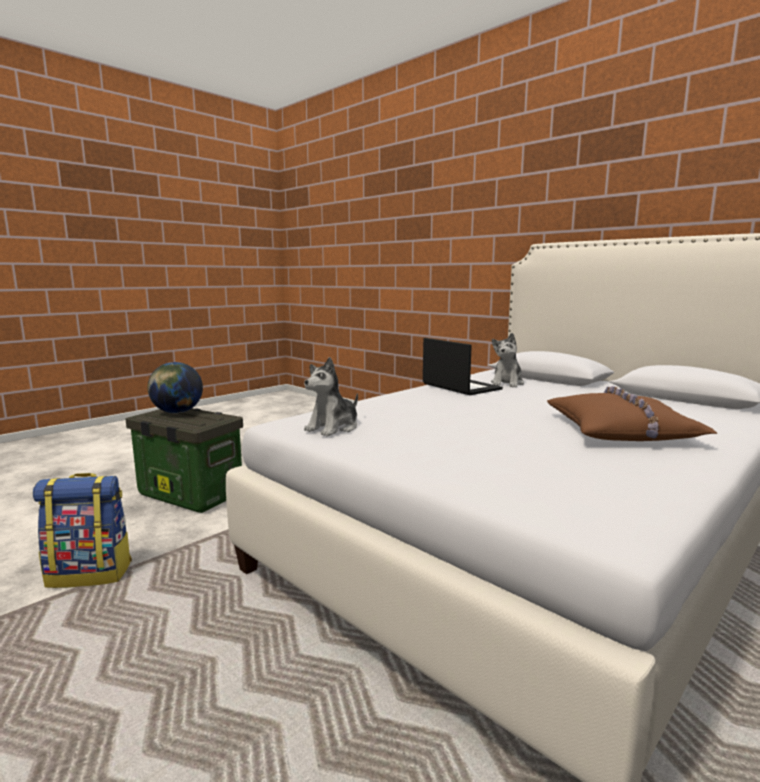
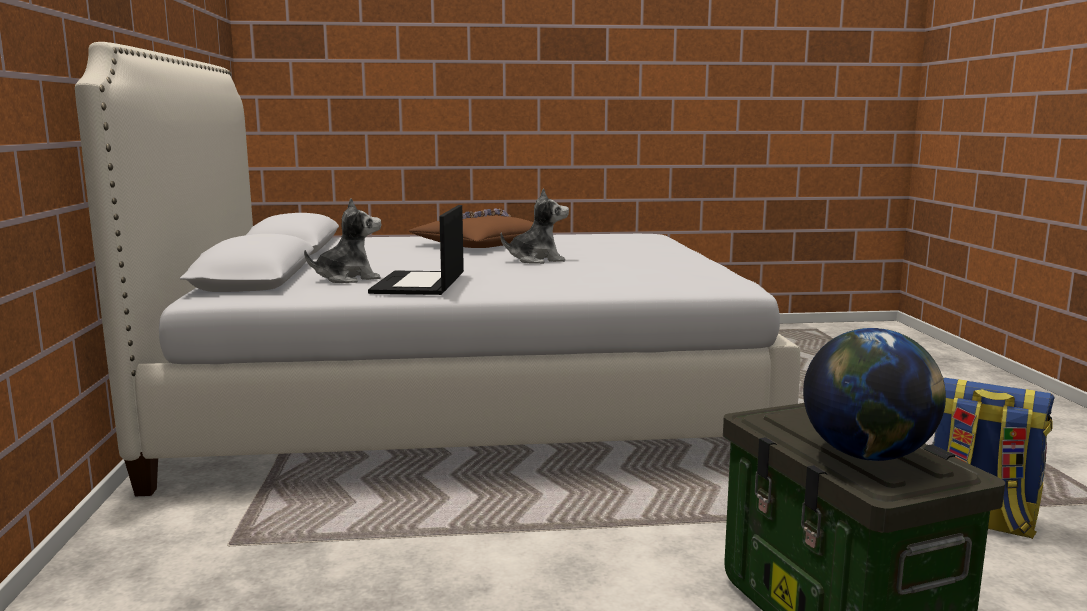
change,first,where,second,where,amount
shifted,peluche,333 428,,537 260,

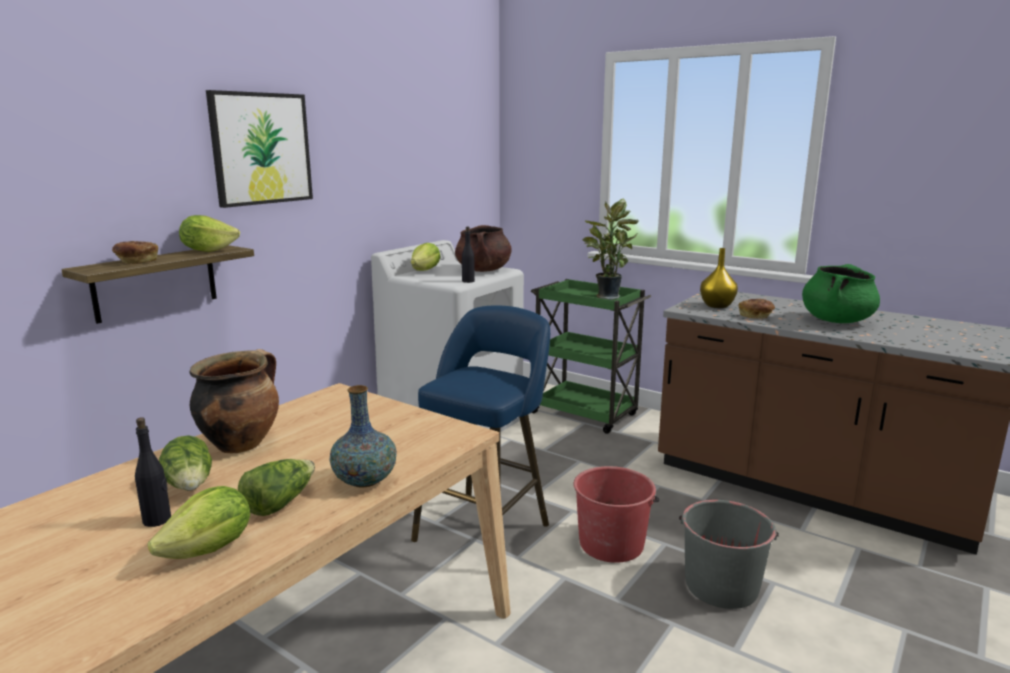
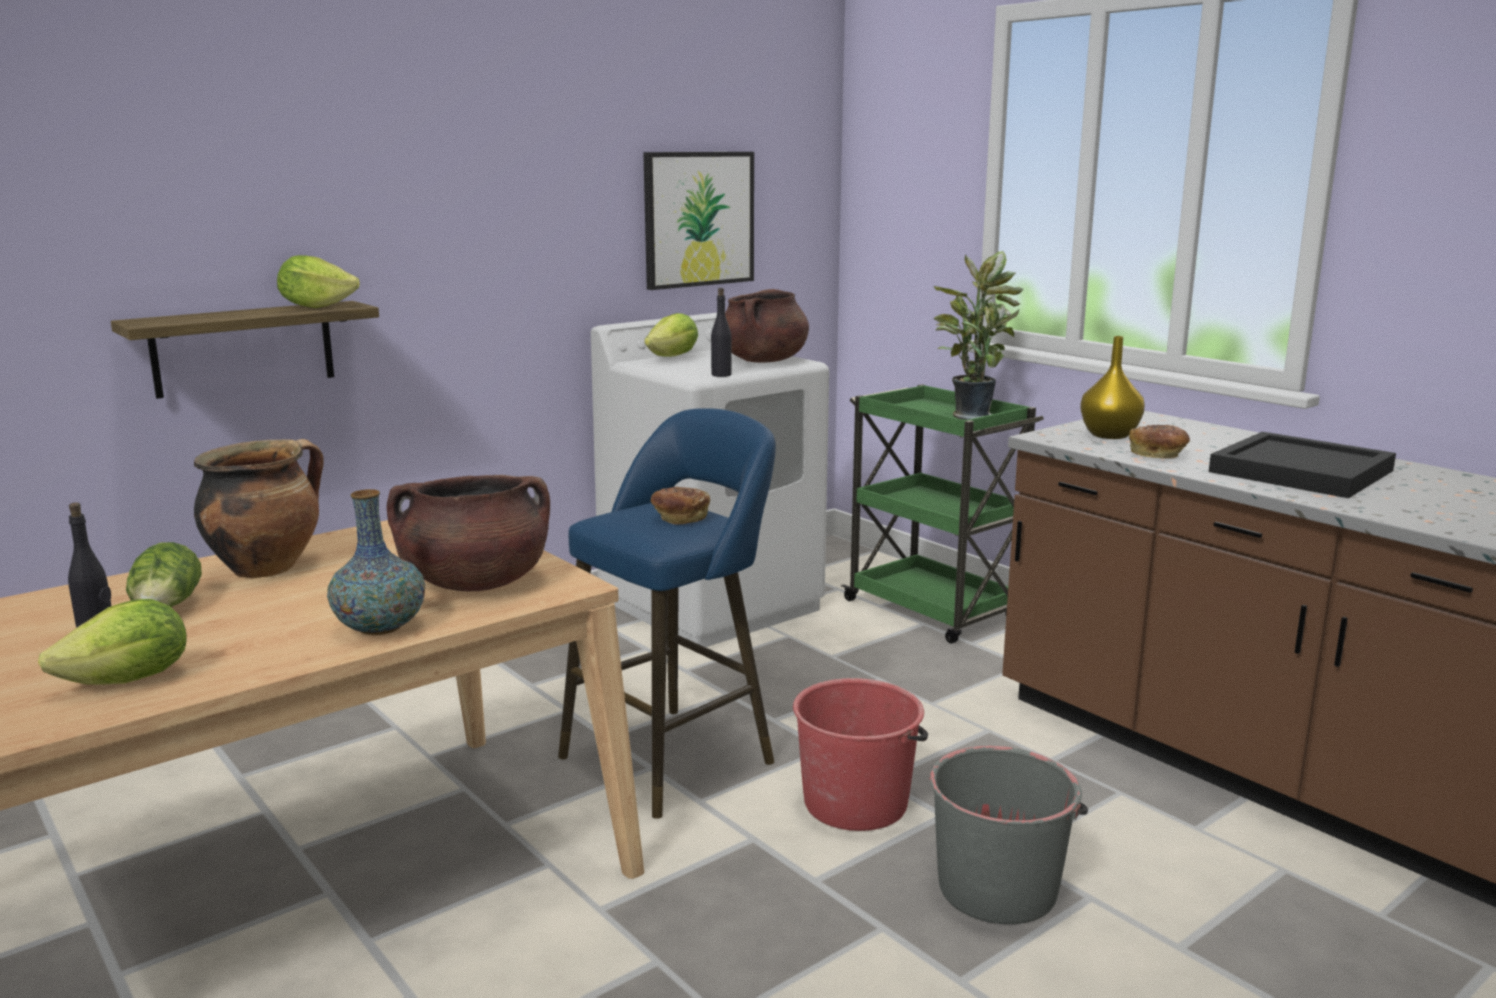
change,first,where,second,where,amount
shifted,pain,136 261,,679 518,
shifted,tableau,261 148,,698 219,
gone,laitue,279 503,,,
swapped,marmite/vert,836 320,plateau/noir,1300 471,
new,,,marmite/marron,475 583,

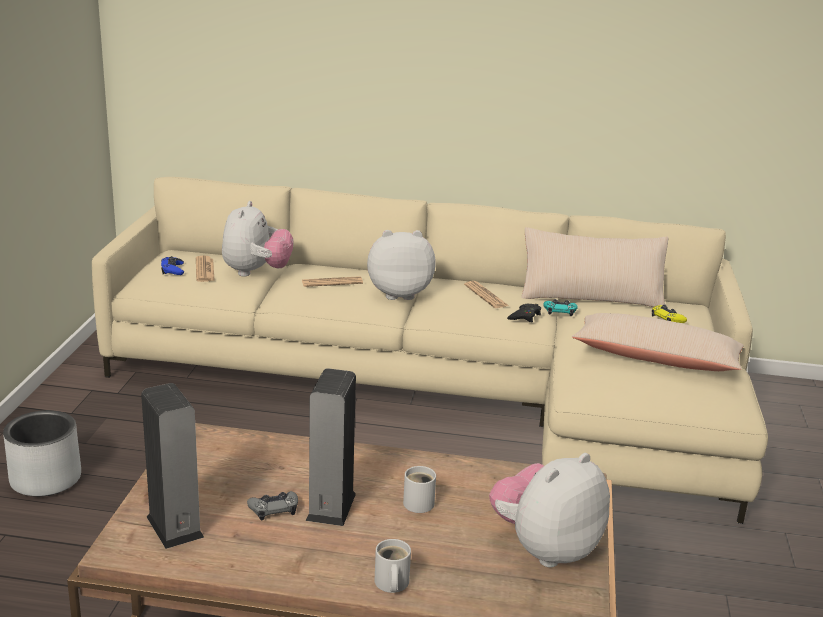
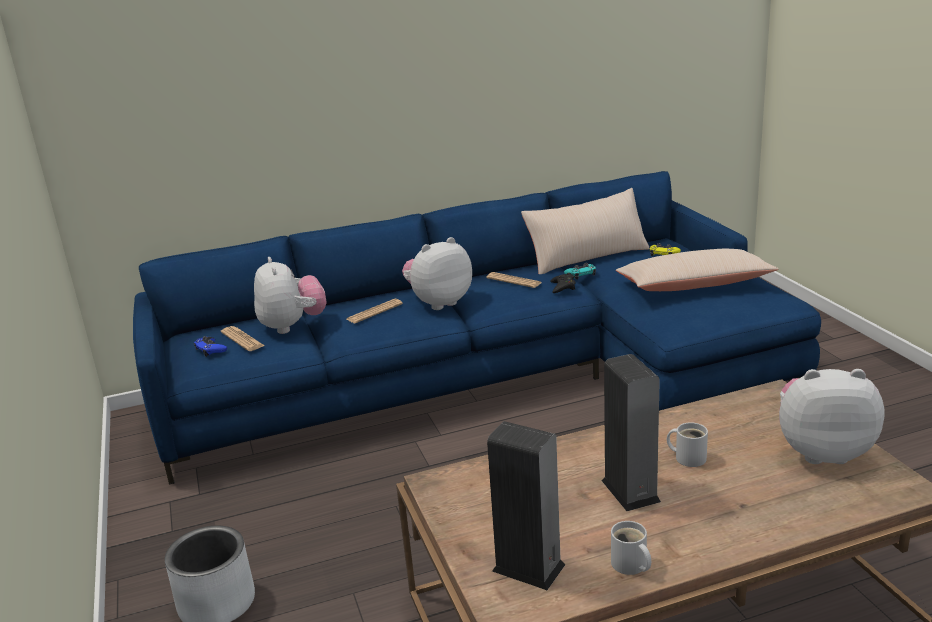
change,first,where,second,where,amount
repainted,canapé/beige,446 391,canapé/bleu,493 379,
gone,manette/gris,274 509,,,
shifted,mug/blanc,390 584,,630 566,
rotated,peluche,545 549,,822 451,75 degrees clockwise

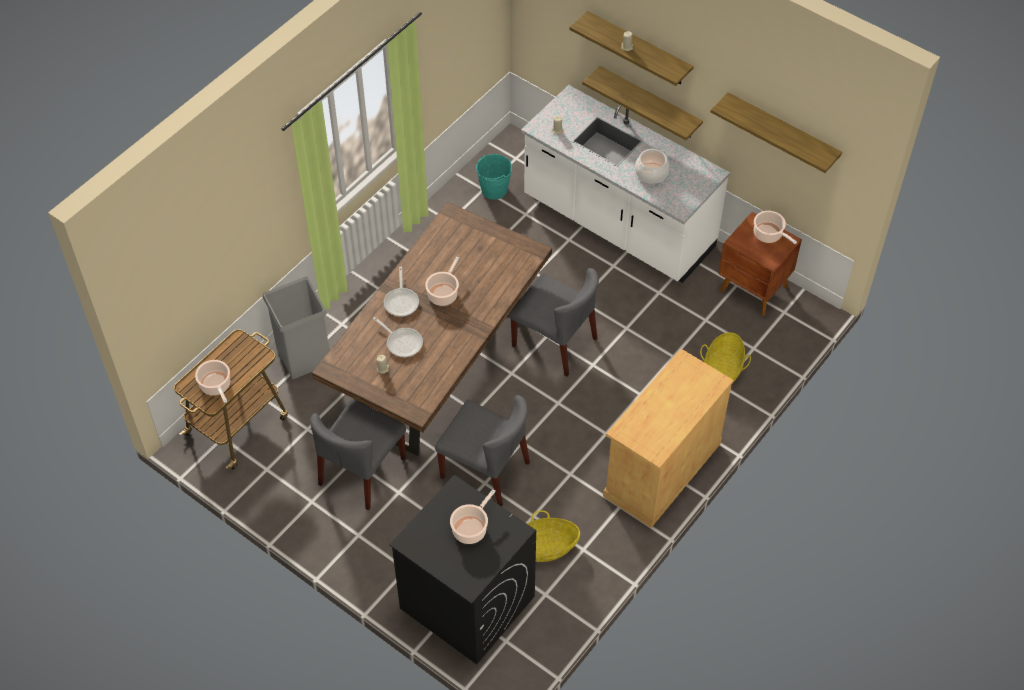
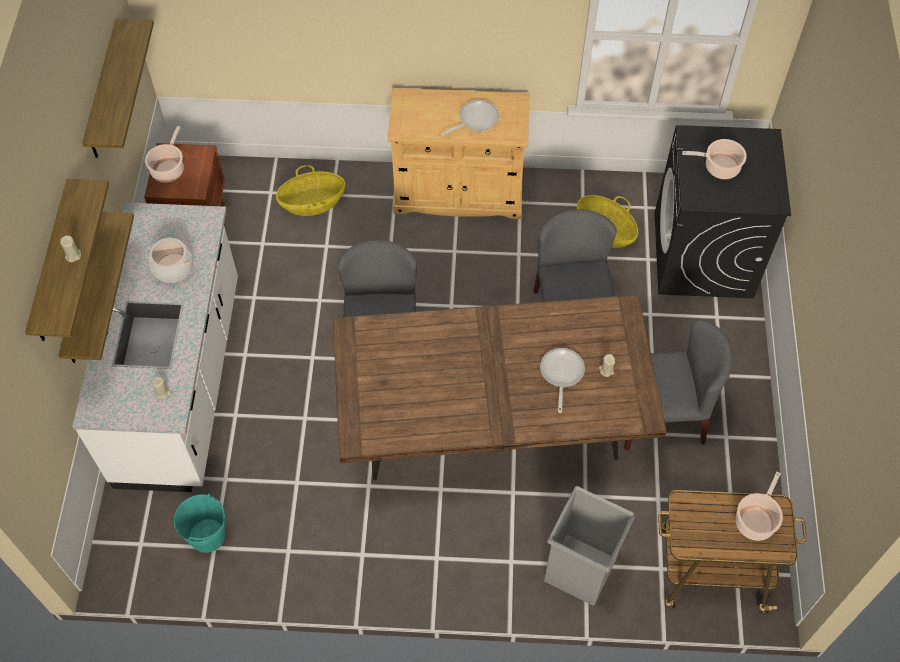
change,first,where,second,where,amount
shifted,poêle,402 301,,475 120,
gone,marmite,443 293,,,

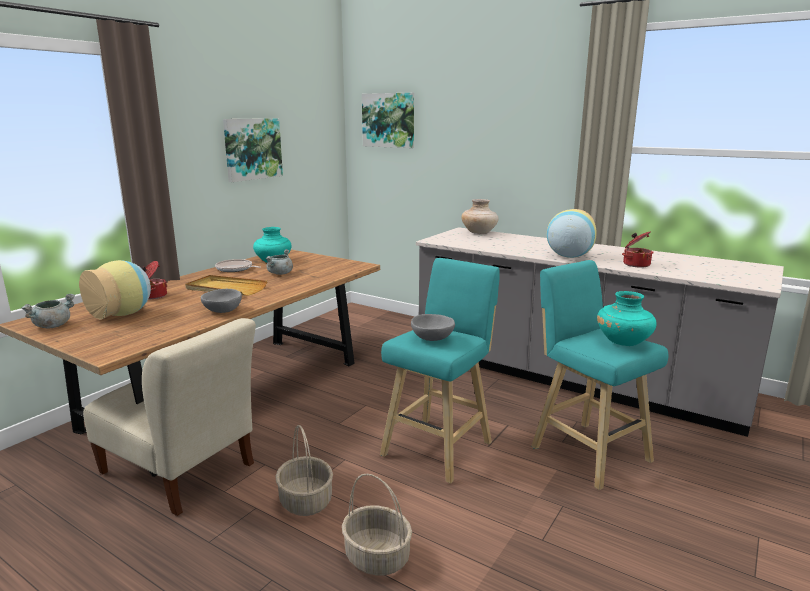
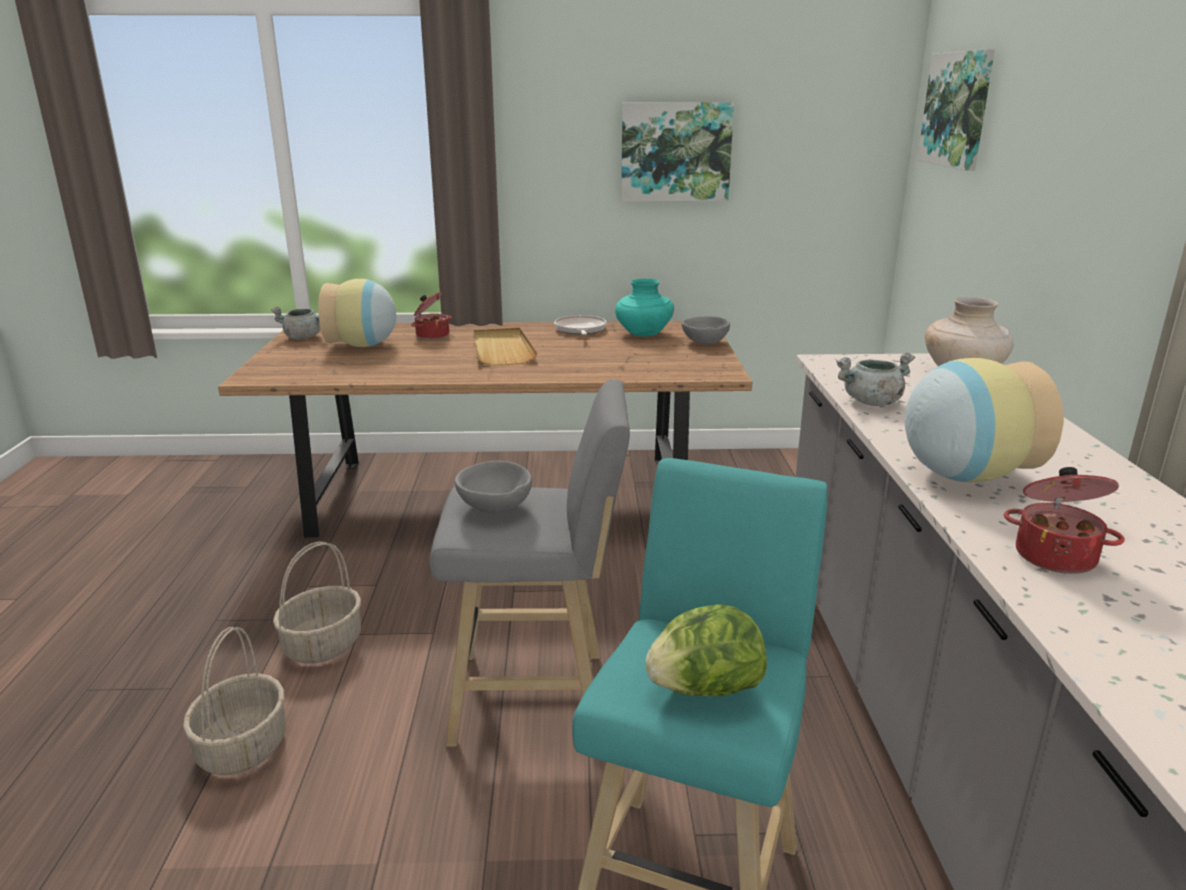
change,first,where,second,where,amount
gone,chaise/beige,181 471,,,
shifted,bol/gris,222 311,,704 342,
shifted,marmite/gris,280 273,,871 402,
repainted,tabouret/turquoise,440 446,tabouret/gris,538 698,
swapped,vase/turquoise,624 342,laitue,704 689,

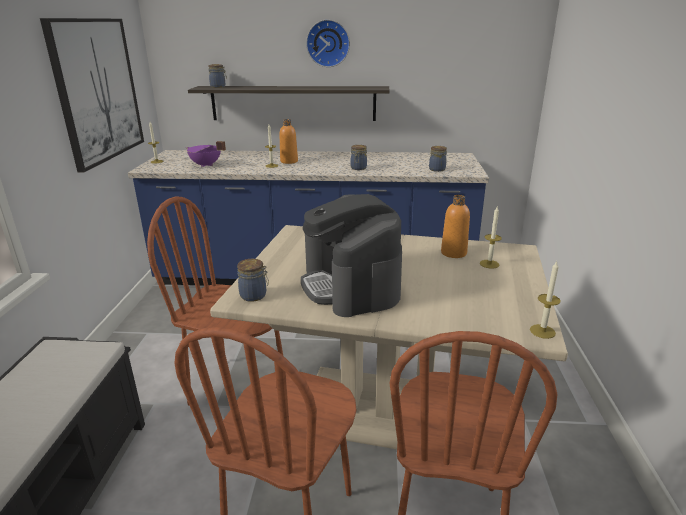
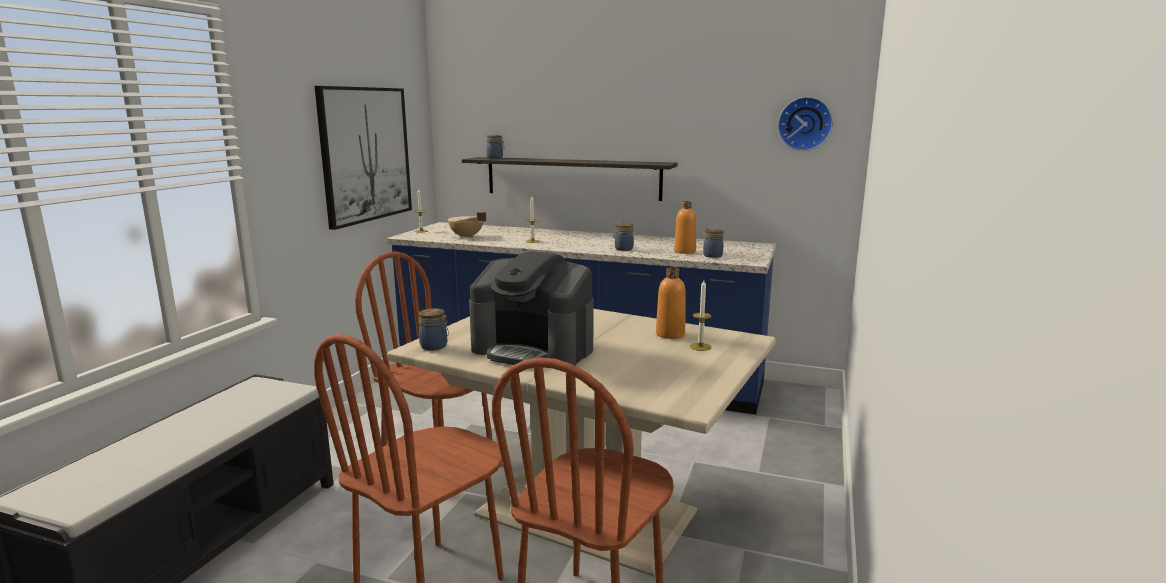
change,first,where,second,where,amount
repainted,marmite/violet,205 165,marmite/beige,466 237,
shifted,bouteille/orange,289 161,,685 251,
rotated,machine à café,351 286,,534 349,60 degrees counterclockwise
shifted,horloge murale,328 43,,805 124,
gone,bougie,542 331,,,

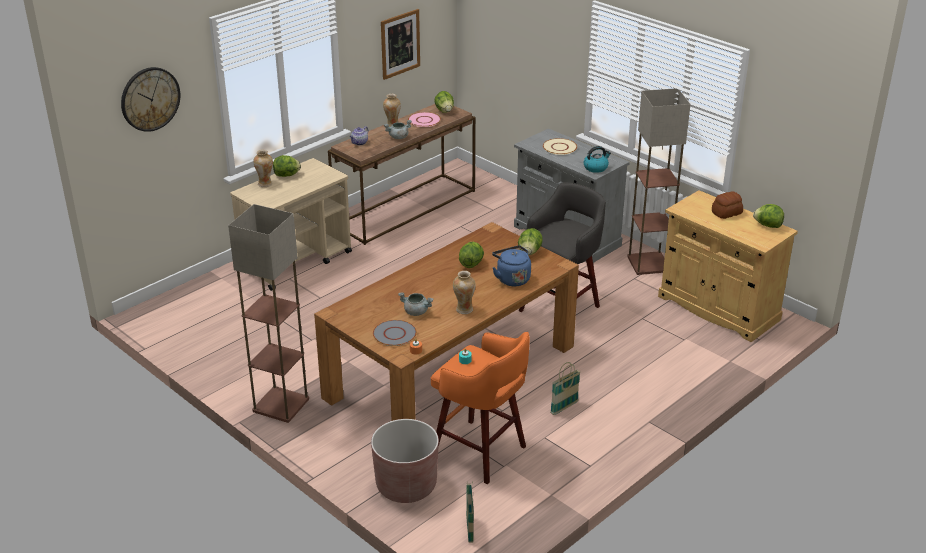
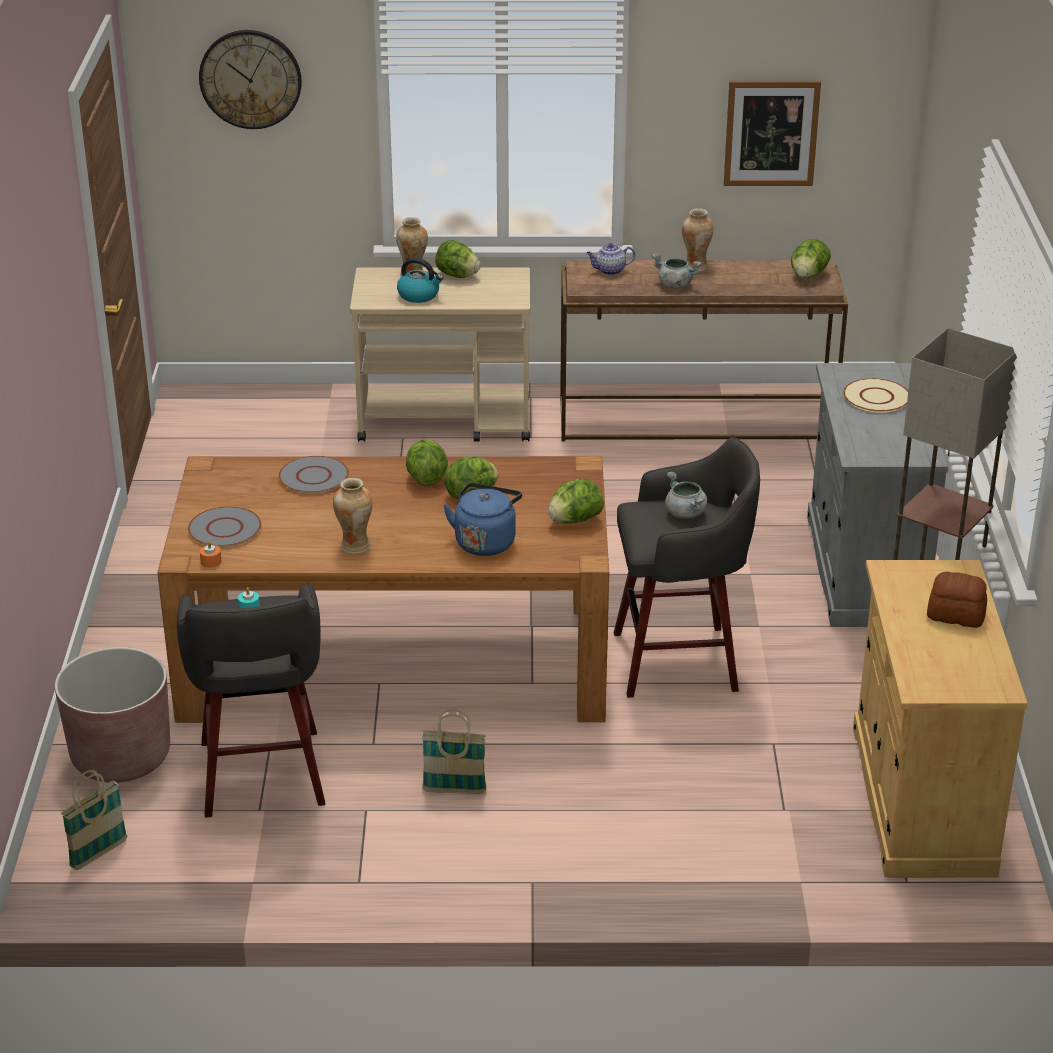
change,first,where,second,where,amount
gone,lampadaire,280 405,,,
shifted,marmite/gris,416 312,,686 513,
gone,assiette/rose,424 120,,,
repainted,tabouret/orange,481 453,tabouret/gris,262 777,
shifted,bouilloire,596 167,,419 295,
shifted,laitue,767 225,,426 478,
new,,,assiette/gris,314 476,

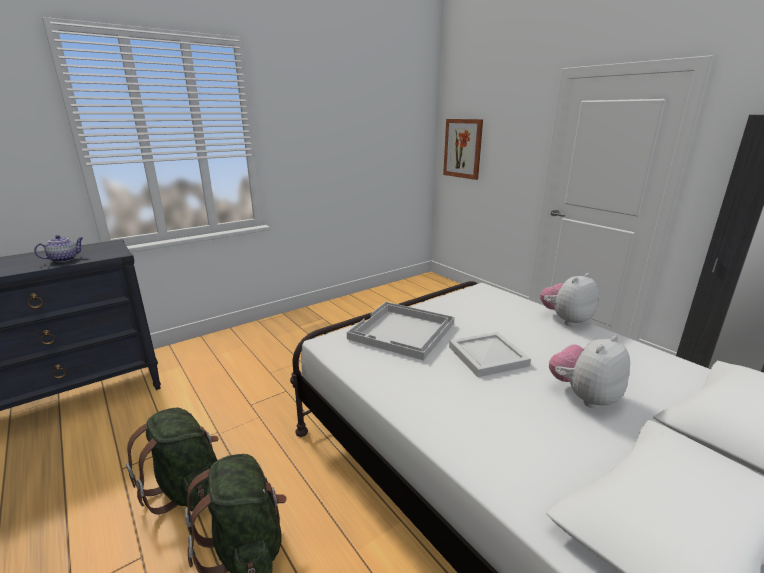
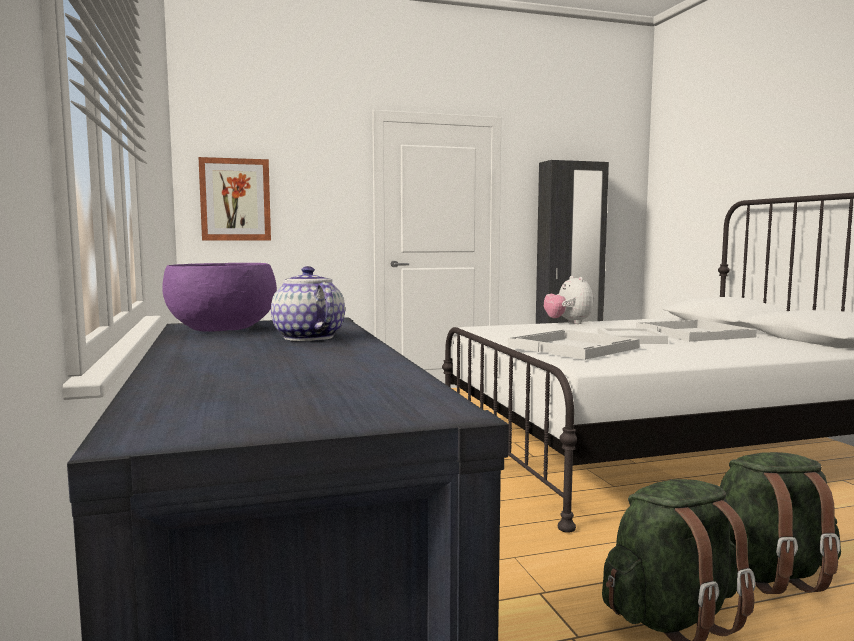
change,first,where,second,where,amount
swapped,peluche,584 396,plateau/blanc,695 333,
new,,,bol/violet,222 329,

